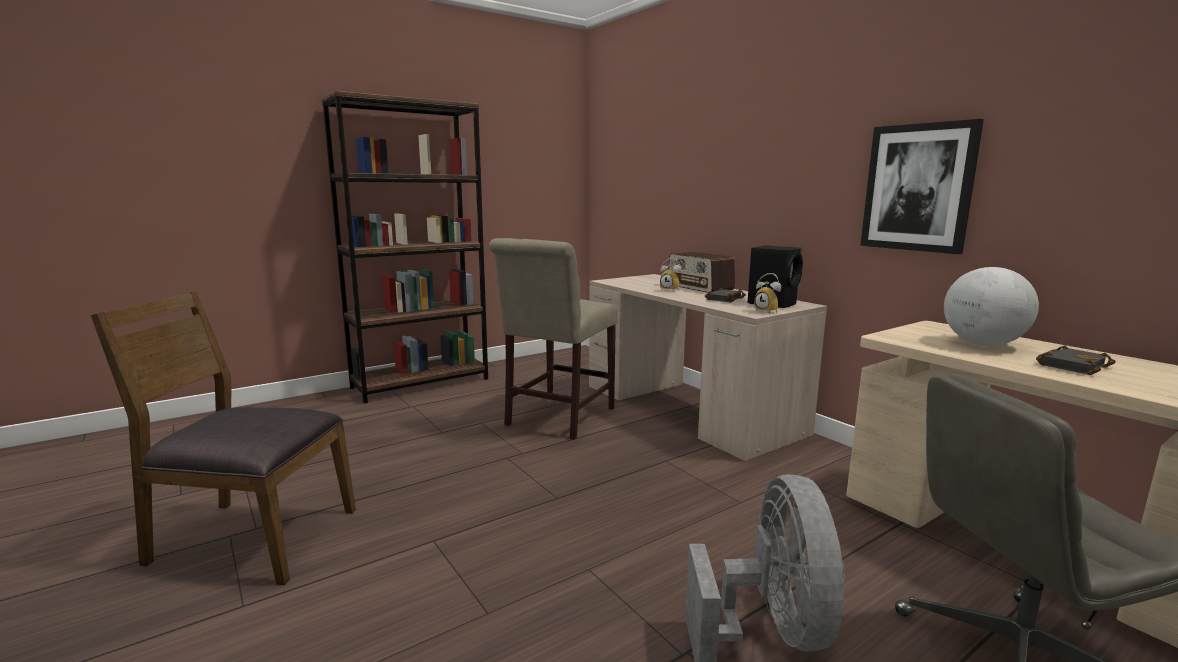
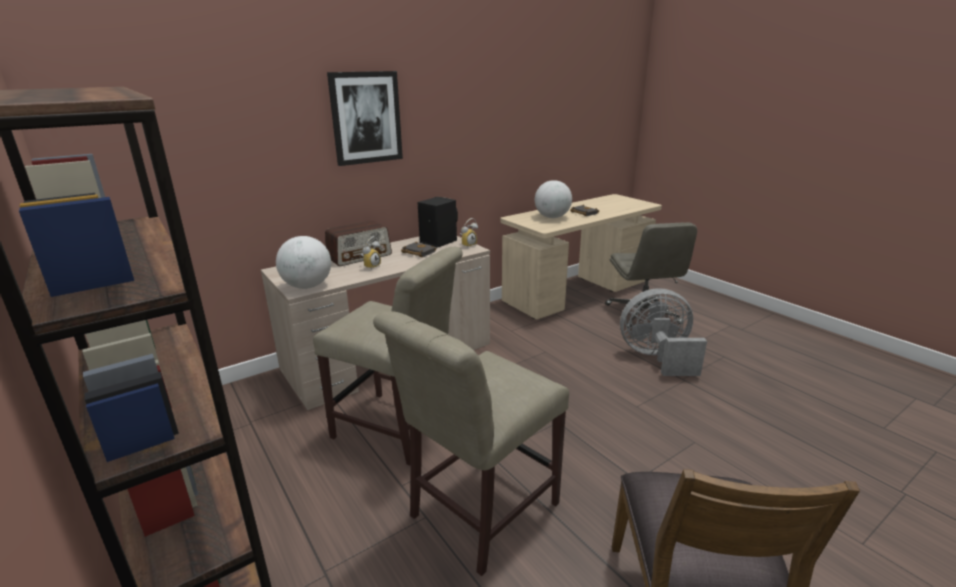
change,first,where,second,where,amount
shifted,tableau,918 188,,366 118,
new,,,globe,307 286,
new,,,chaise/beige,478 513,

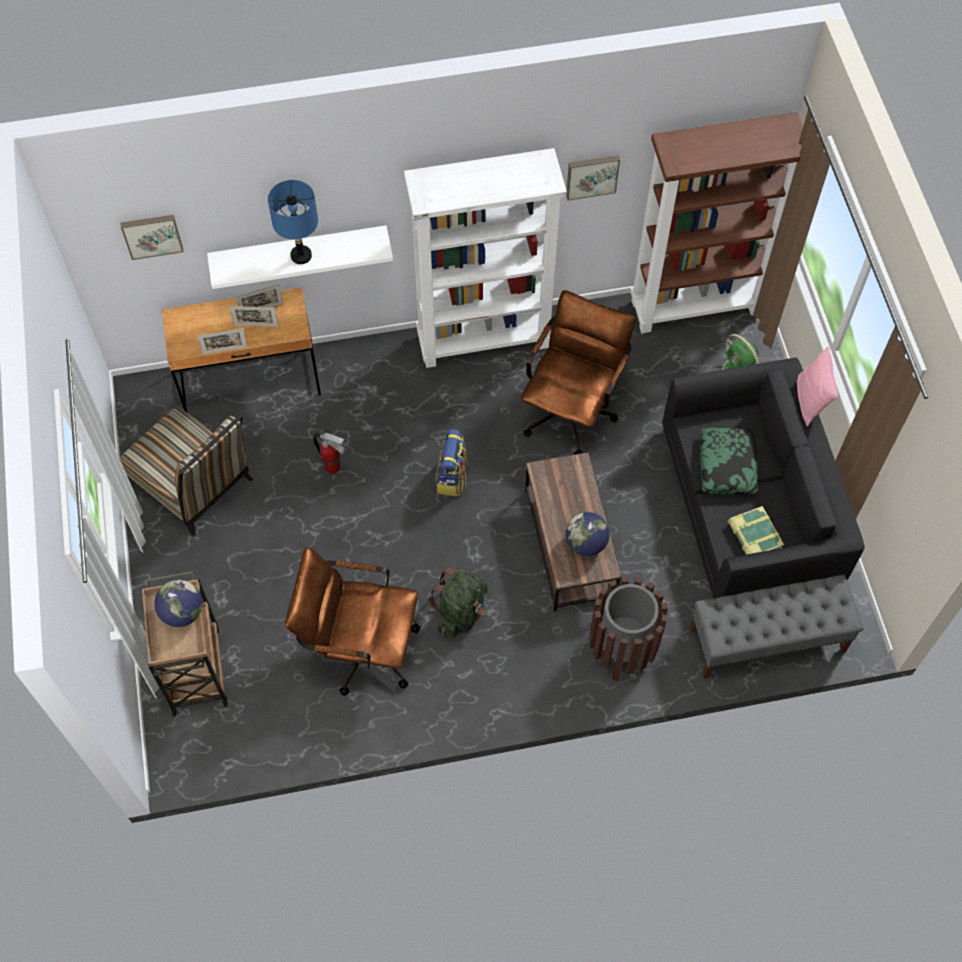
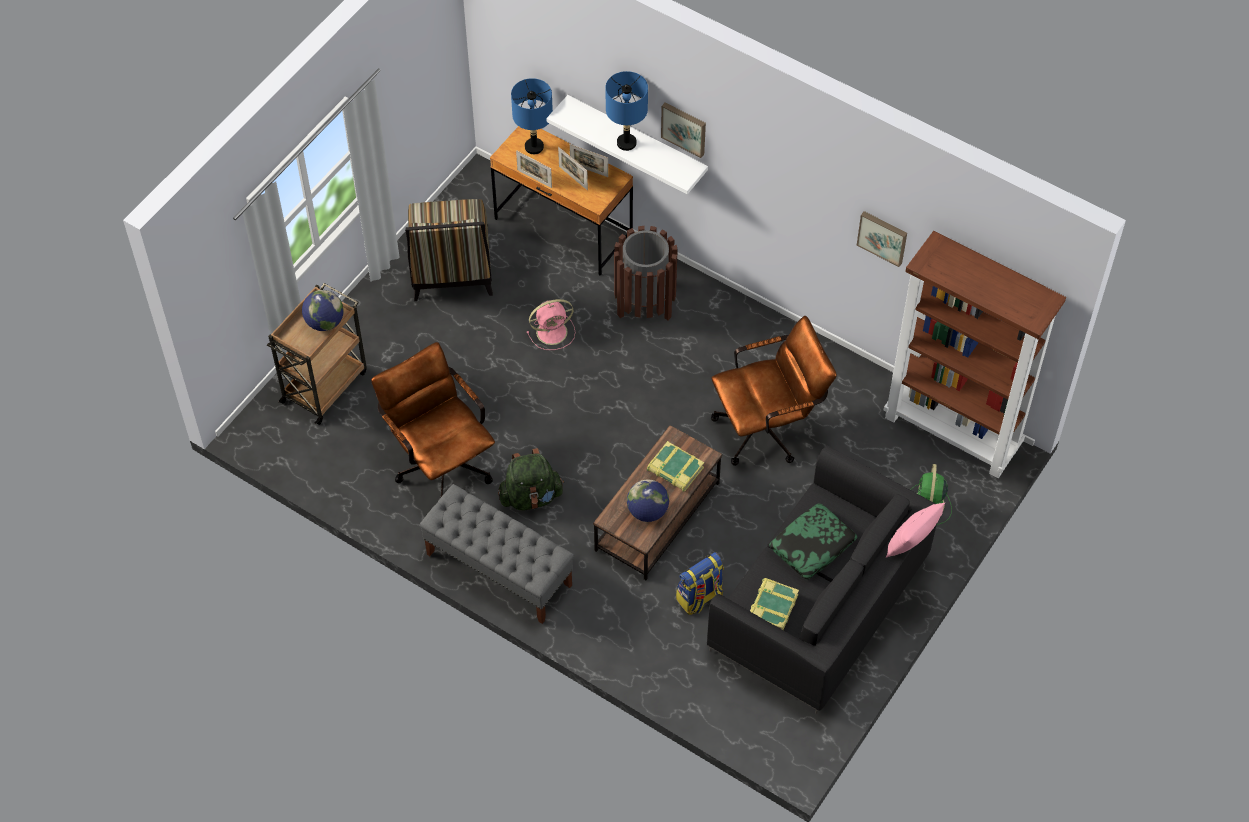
change,first,where,second,where,amount
shifted,tableau,152 235,,684 128,
swapped,extincteur,333 468,ventilateur/rose,553 332,
gone,bibliothèque/blanc,484 339,,,
shifted,sac à dos,452 478,,699 597,
shifted,poubelle/marron,622 649,,645 304,
shifted,banc/gris,767 640,,498 569,
new,,,lampe de table/bleu,534 147,
new,,,livre,675 470,

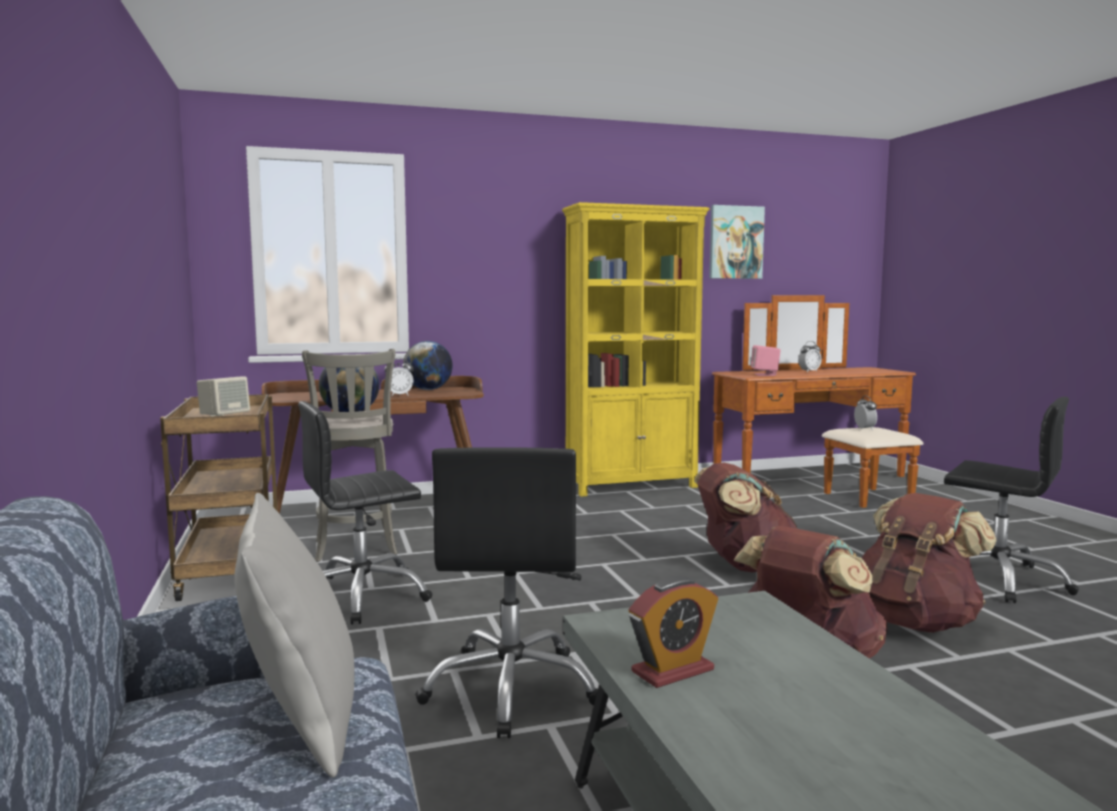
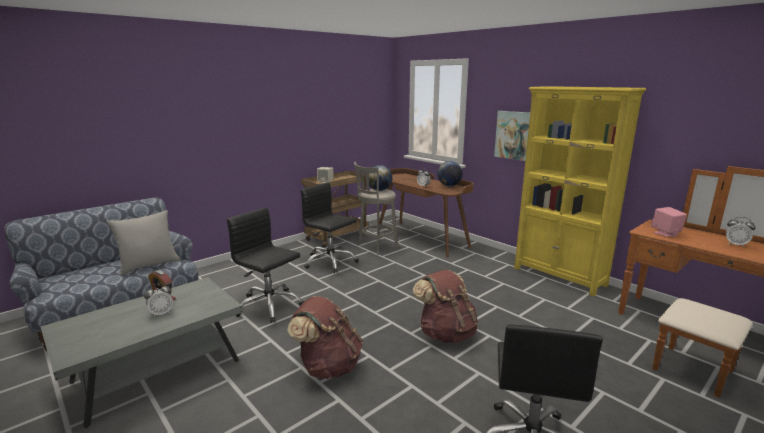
change,first,where,second,where,amount
rotated,chaise de bureau/noir,511 688,,269 306,60 degrees clockwise
shifted,tableau,735 242,,513 135,
shifted,réveil,864 429,,161 313,
gone,sac à dos/marron,914 622,,,

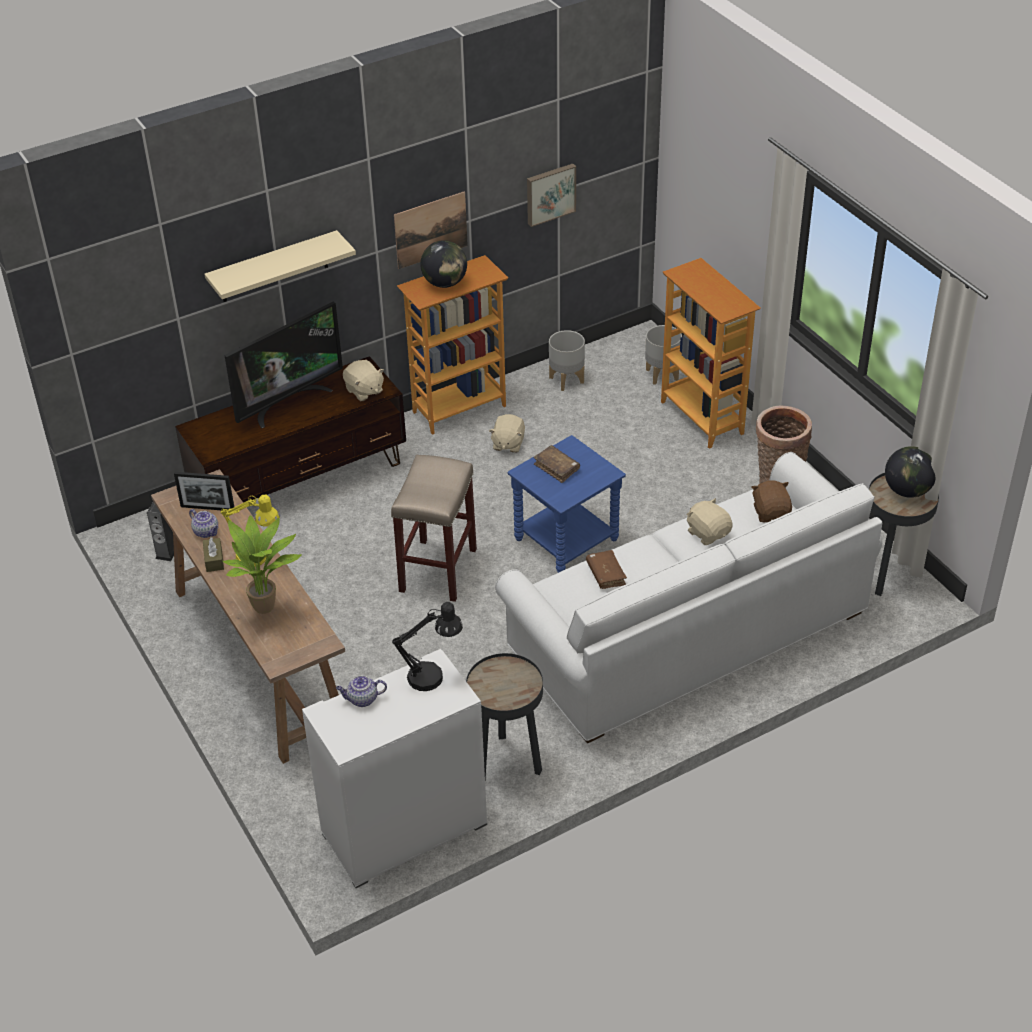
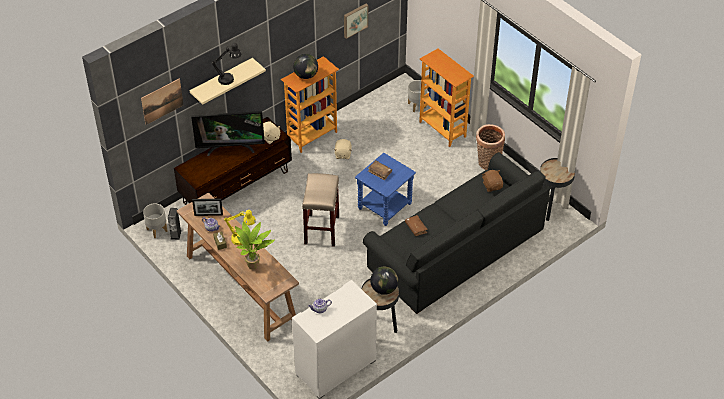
change,first,where,second,where,amount
rotated,téléviseur,288 402,,230 148,45 degrees clockwise
shifted,lampe de table/noir,433 676,,229 78,
shifted,tableau,431 230,,162 101,
repainted,canapé/blanc,688 633,canapé/noir,456 251,
shifted,cache-pot/gris,567 380,,157 230,
gone,peluche/beige,708 533,,,
shifted,globe,907 491,,384 289,

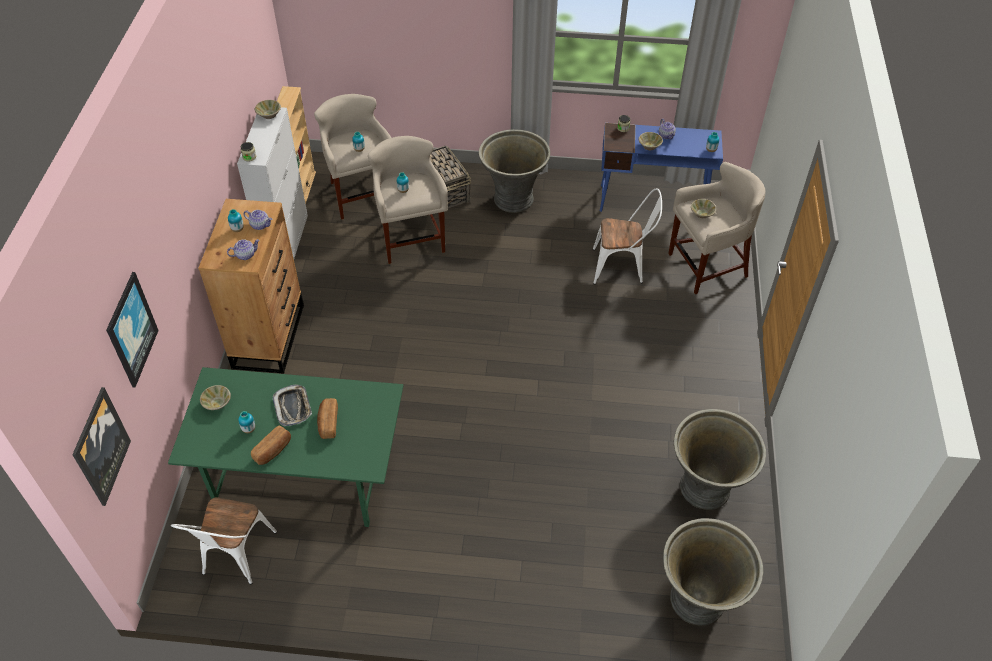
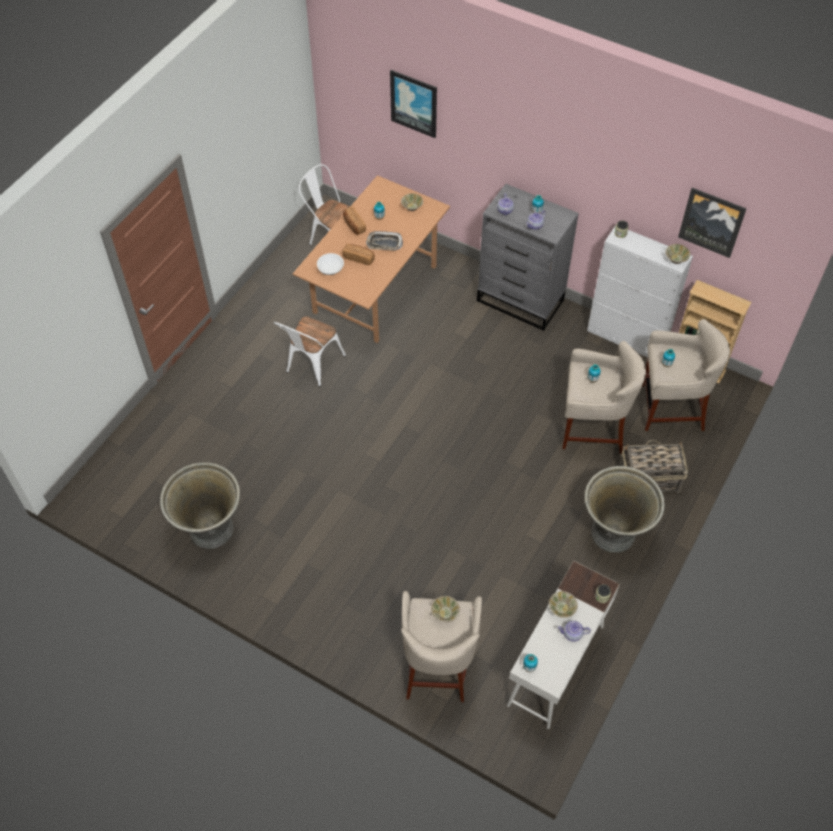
change,first,where,second,where,amount
shifted,tableau,100 447,,711 222,
repainted,table à manger/vert,305 475,table à manger/marron,375 290,
repainted,commode/marron,269 335,commode/gris,521 301,
shifted,chaise/blanc,622 267,,312 366,
repainted,bureau/bleu,653 201,bureau/blanc,555 666,
gone,cache-pot/gris,698 601,,,
new,,,bol/blanc,330 268,

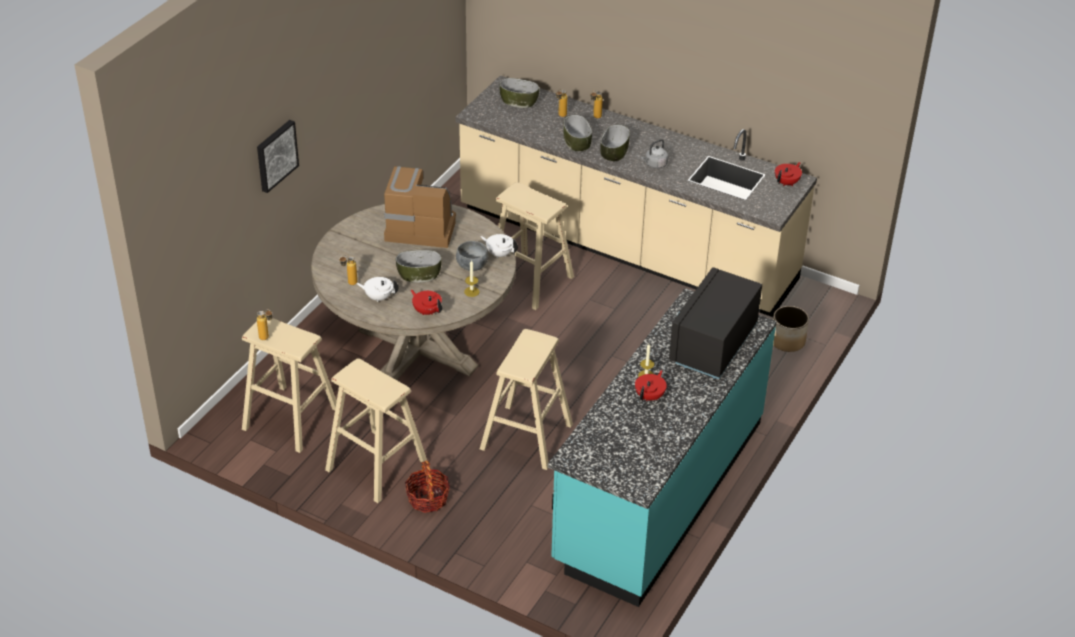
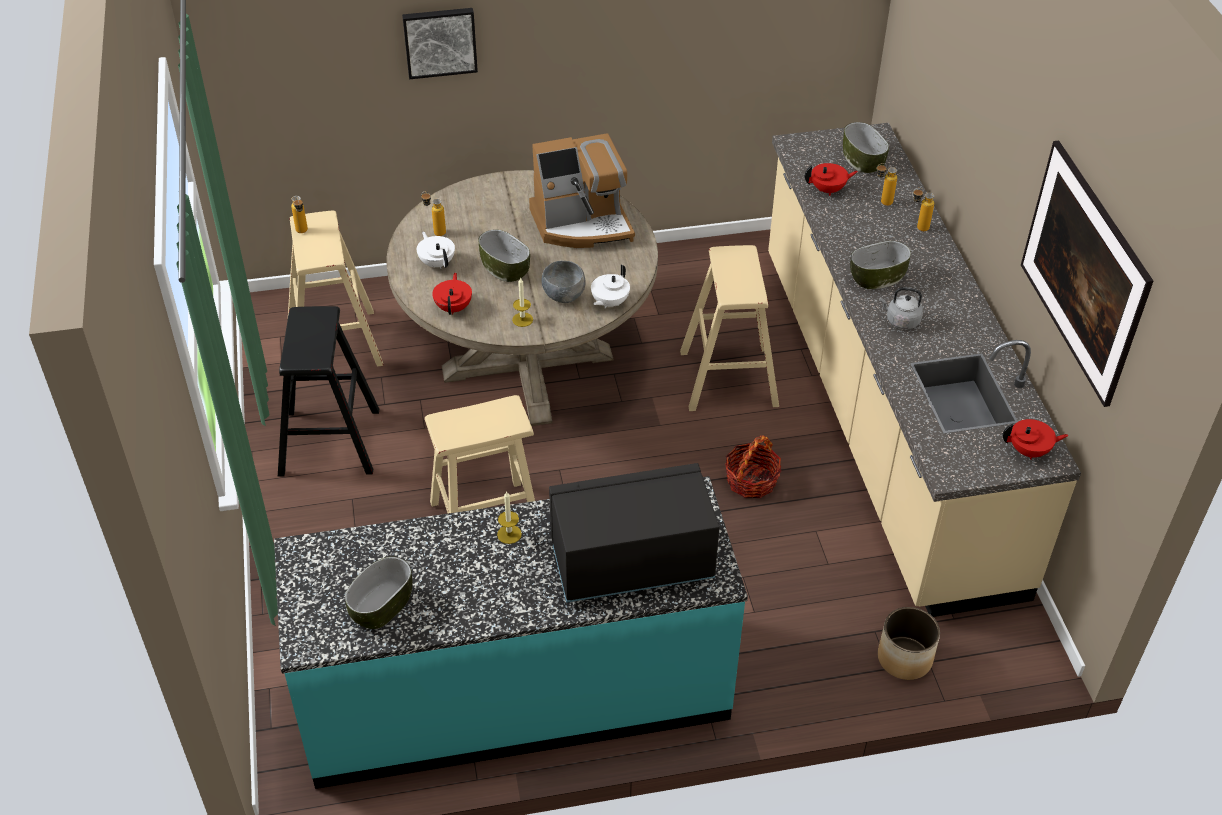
change,first,where,second,where,amount
repainted,tabouret/beige,376 465,tabouret/noir,329 442,
rotated,machine à café,420 227,,582 224,105 degrees clockwise
shifted,panier,428 499,,751 481,
rotated,théière/blanc,499 254,,609 302,135 degrees counterclockwise
shifted,bol,577 142,,382 606,
shifted,théière/rouge,650 396,,828 190,
new,,,tableau,1074 302,

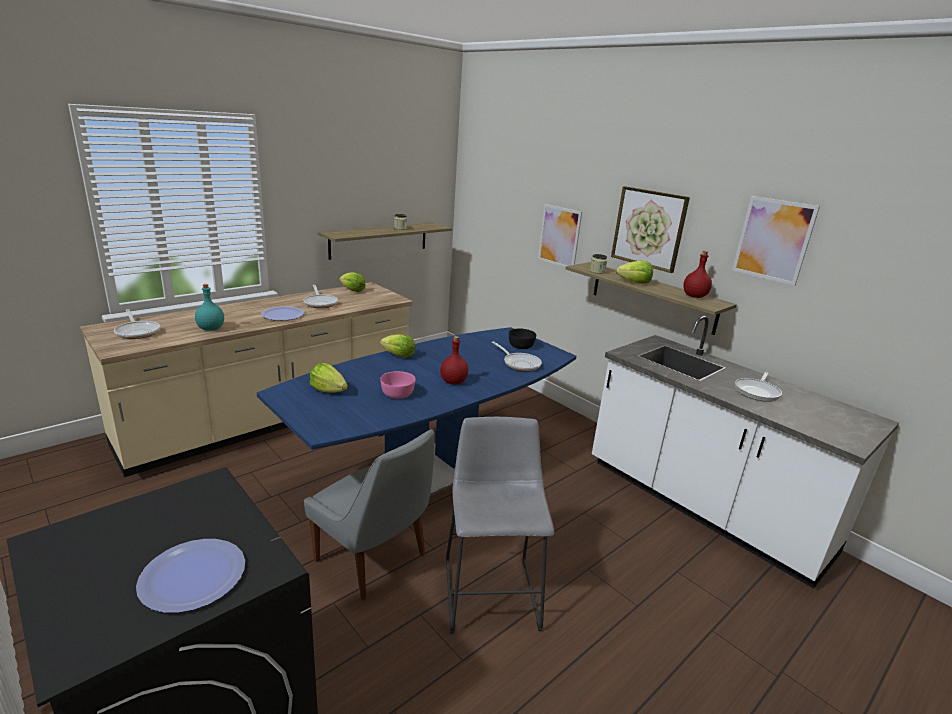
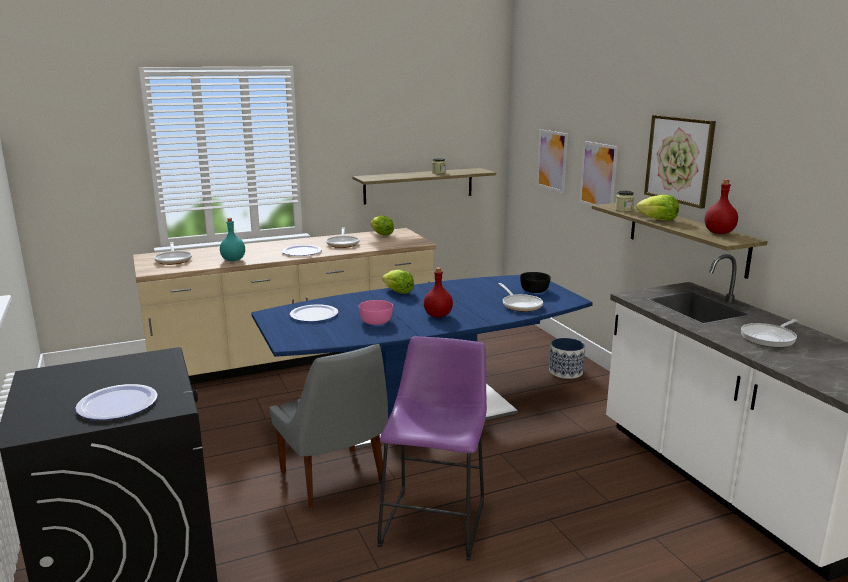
change,first,where,second,where,amount
swapped,laitue,328 390,assiette,314 314,
repainted,tabouret/gris,490 589,tabouret/violet,435 519,
shifted,tableau,773 240,,552 160,
new,,,cache-pot,566 372,

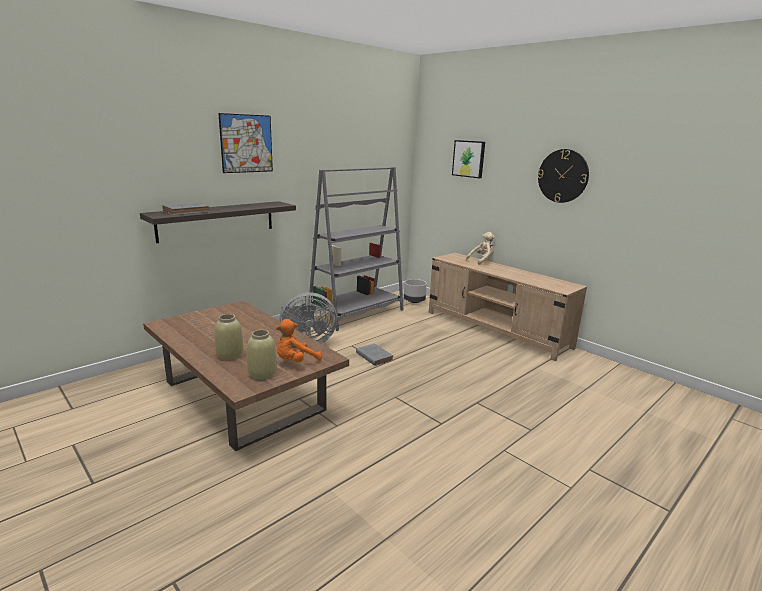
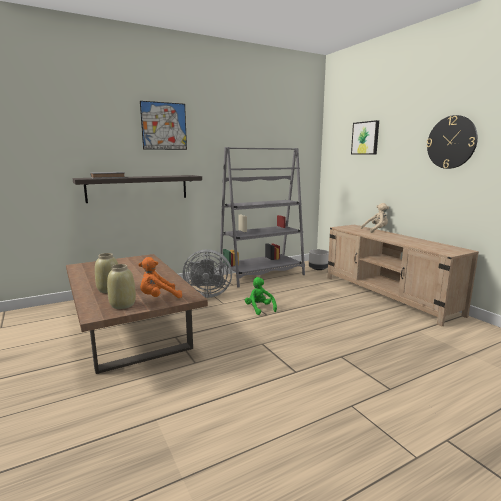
change,first,where,second,where,amount
swapped,livre/gris,373 356,peluche/vert,259 309,

